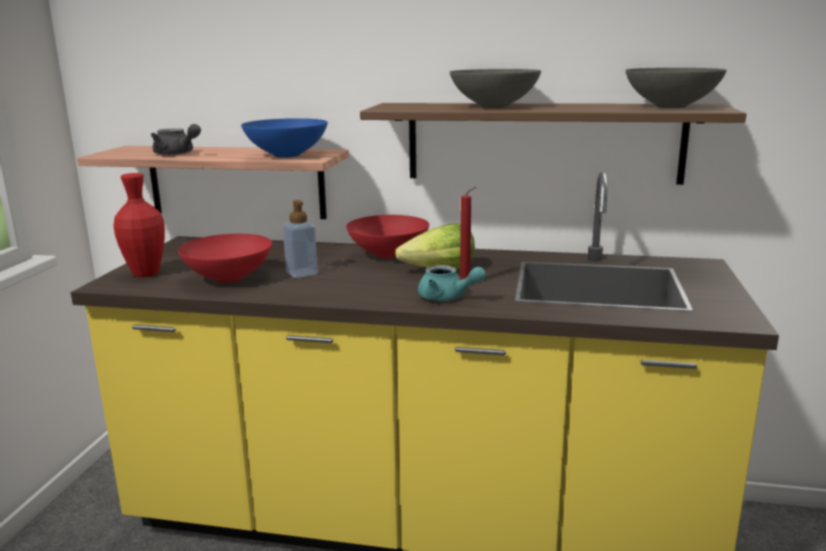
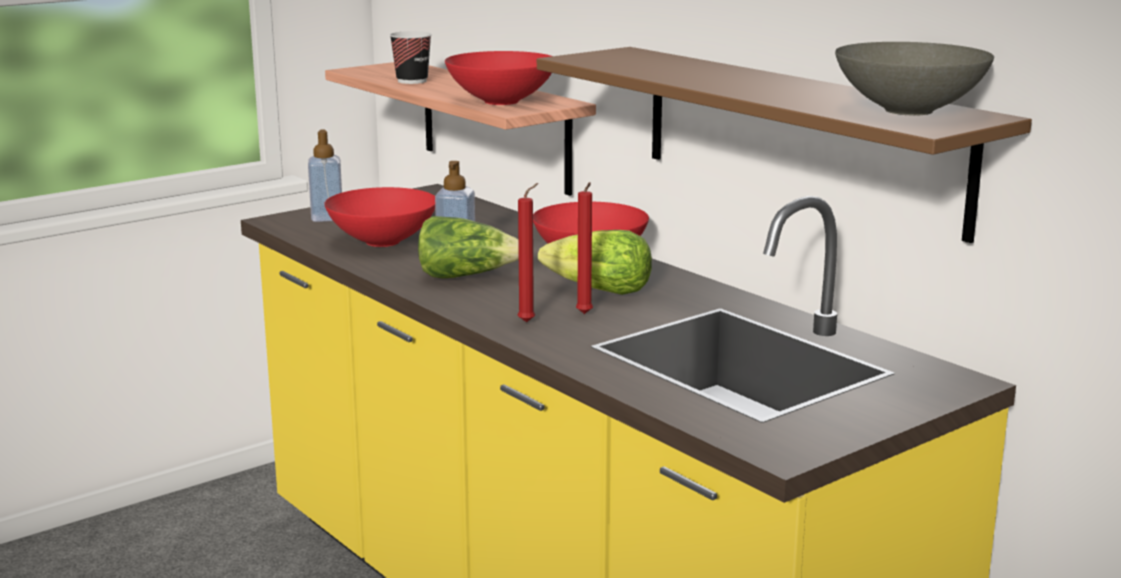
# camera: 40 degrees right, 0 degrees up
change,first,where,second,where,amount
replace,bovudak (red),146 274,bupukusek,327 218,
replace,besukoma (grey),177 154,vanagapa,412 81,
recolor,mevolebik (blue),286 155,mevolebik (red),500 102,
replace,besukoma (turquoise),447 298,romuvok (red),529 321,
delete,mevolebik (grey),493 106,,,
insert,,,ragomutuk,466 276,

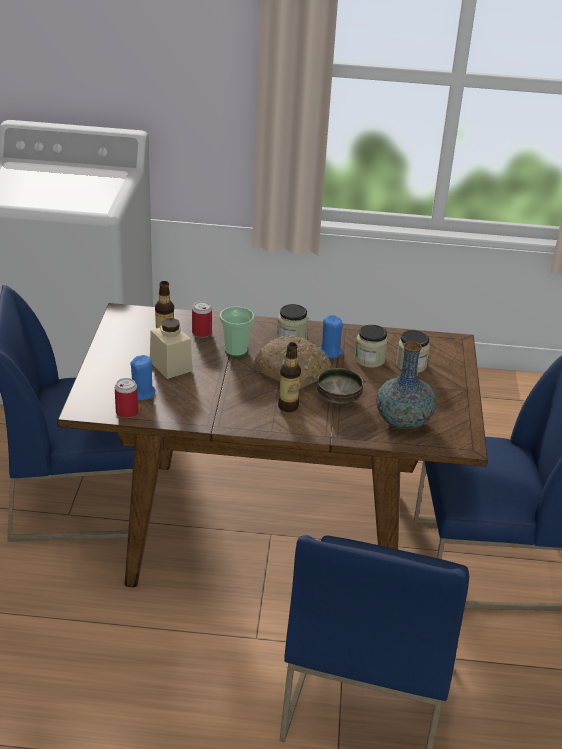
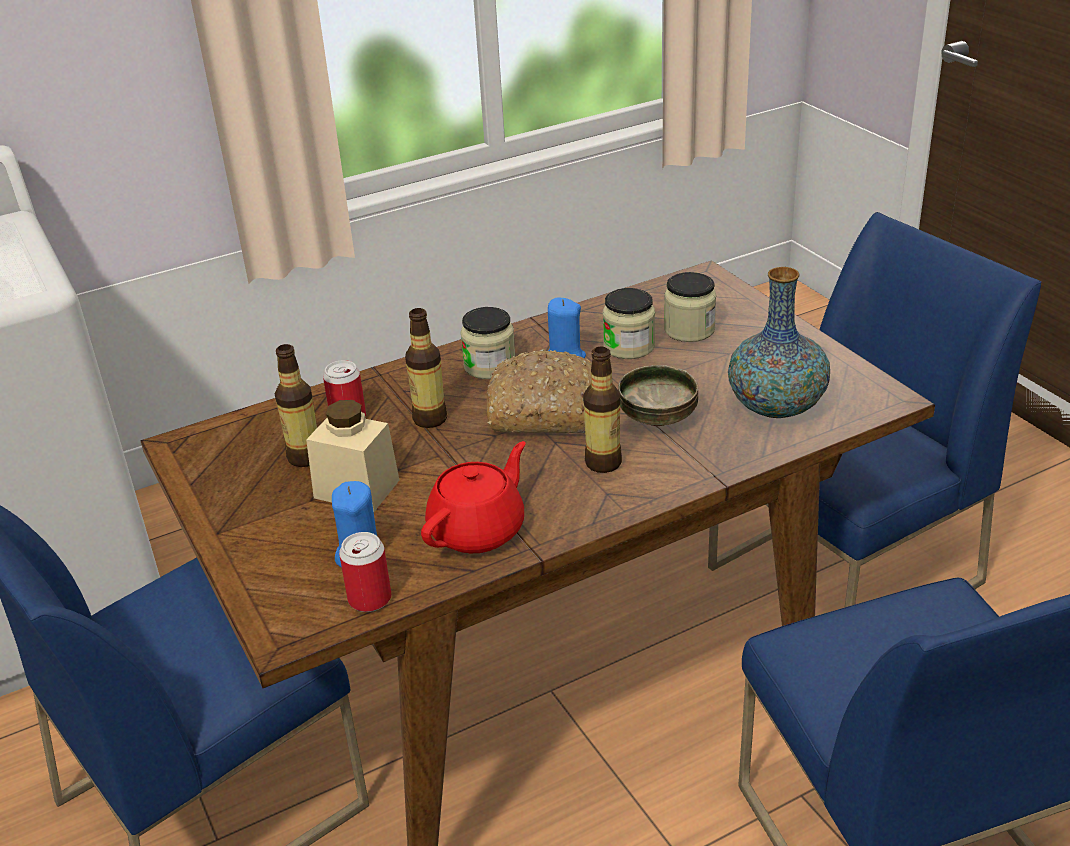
# camera: 30 degrees left, 0 degrees up
change,first,where,second,where,amount
replace,vanagapa,236 350,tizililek,430 419,
insert,,,besukoma (red),479 530,

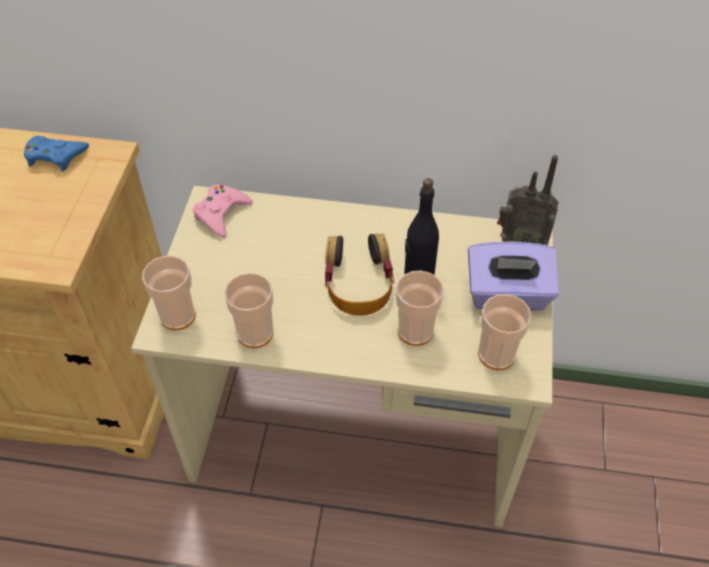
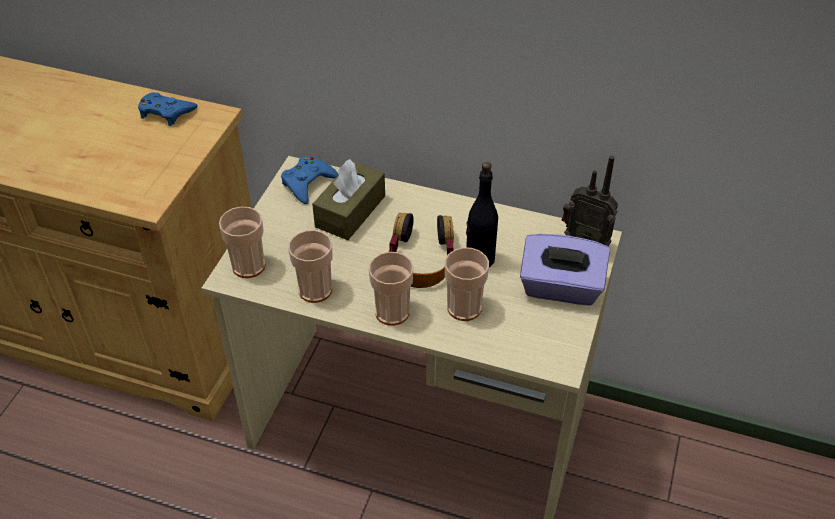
# camera: 10 degrees right, 5 degrees down
change,first,where,second,where,amount
recolor,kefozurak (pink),221 214,kefozurak (blue),308 183,
move,vanagapa,496 354,,392 312,
insert,,,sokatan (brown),350 211,

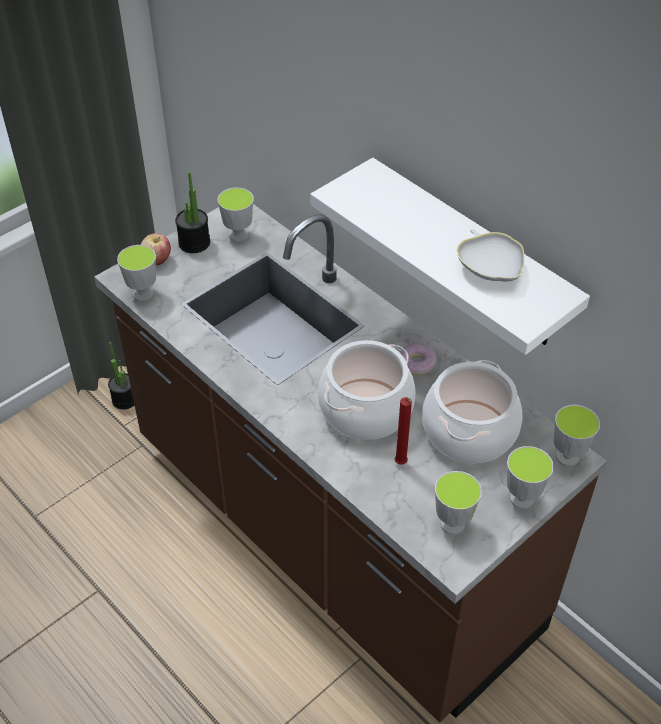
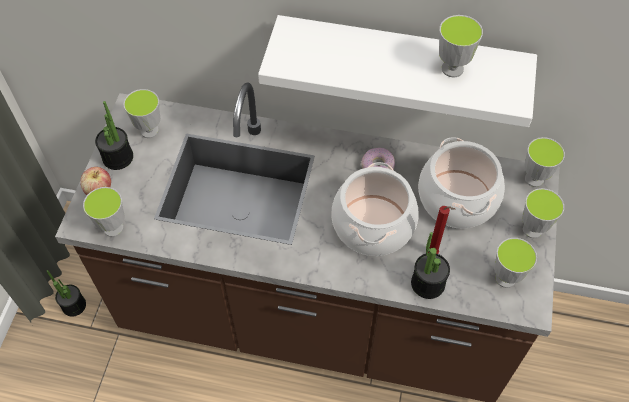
# camera: 35 degrees left, 10 degrees up
change,first,where,second,where,amount
replace,mevolebik (white),490 268,vanagapa,452 69,
insert,,,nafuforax,428 283,

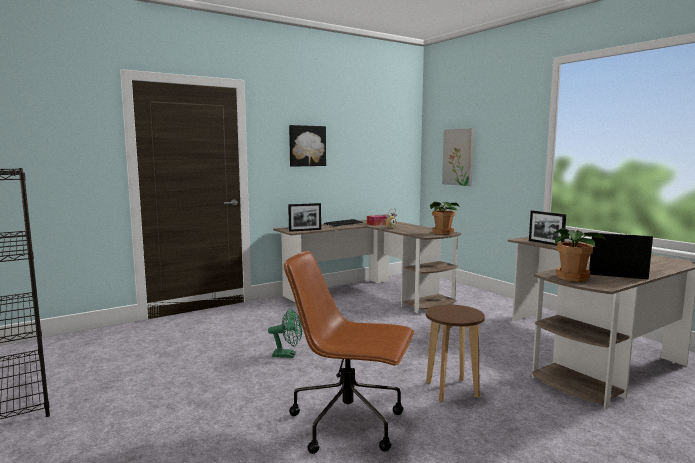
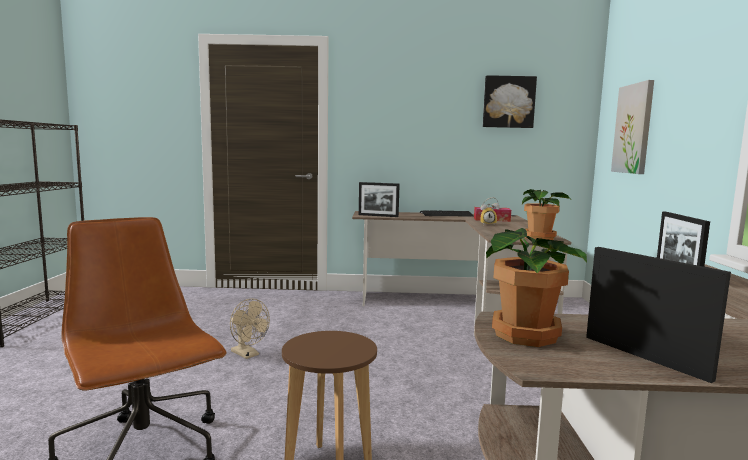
# camera: 35 degrees right, 0 degrees up
change,first,where,second,where,amount
recolor,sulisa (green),288 355,sulisa (beige),248 354,
move,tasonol,307 146,,508 102,

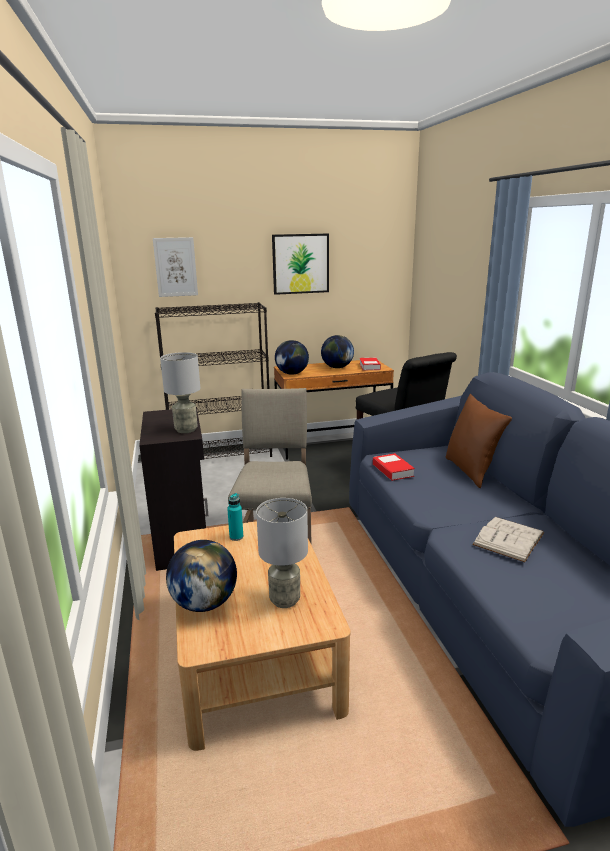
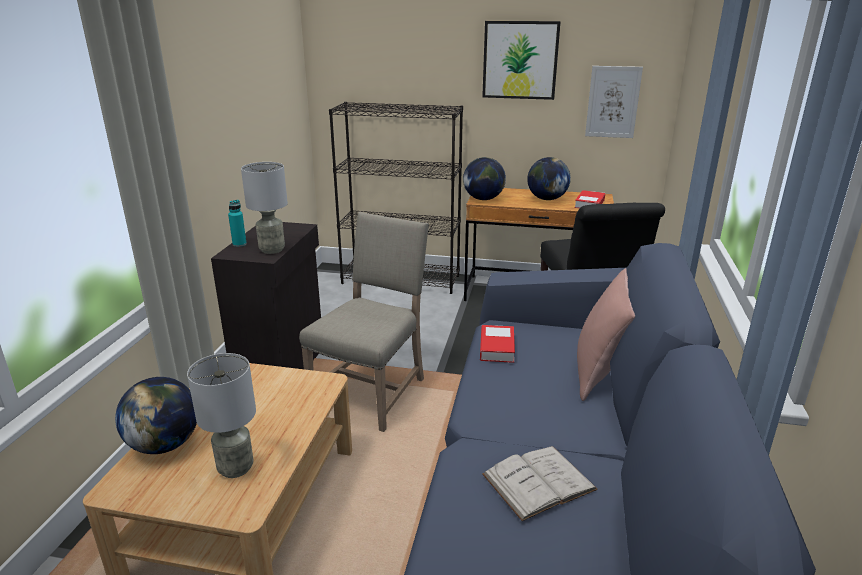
# camera: 25 degrees right, 5 degrees up
change,first,where,second,where,amount
move,tasonol,175 267,,613 102,
move,tizililek (turquoise),236 537,,239 244,
recolor,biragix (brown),471 471,biragix (pink),599 374,

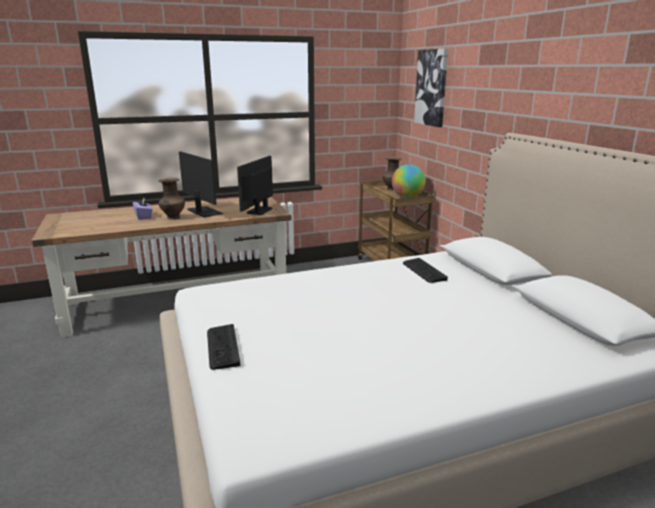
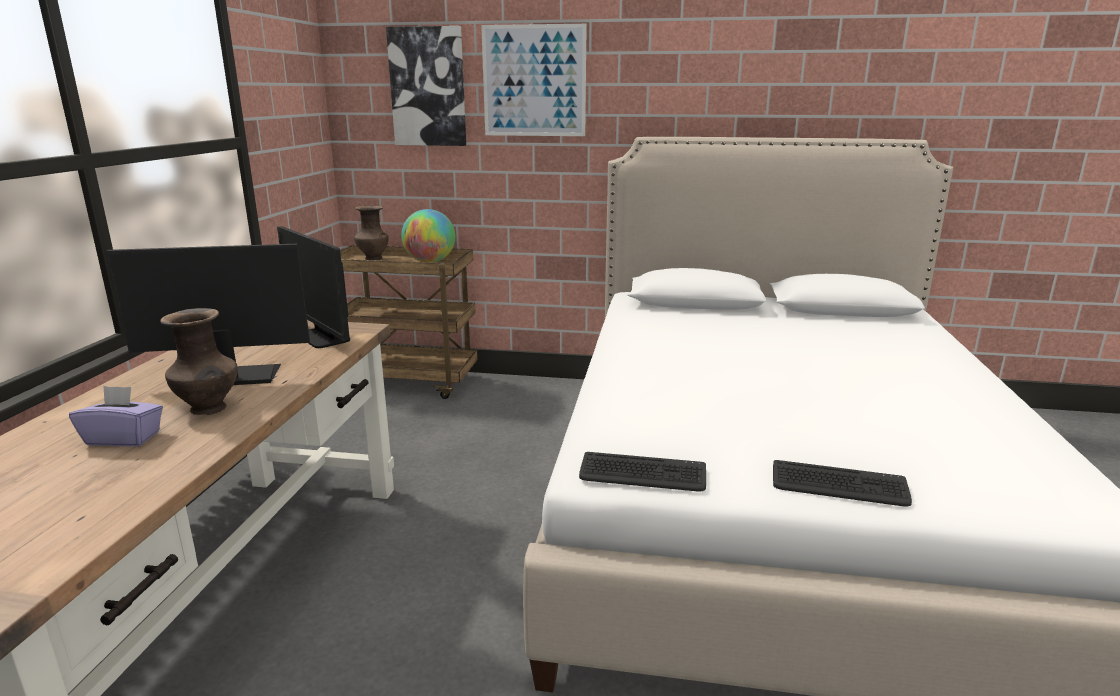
# camera: 60 degrees left, 0 degrees up
change,first,where,second,where,amount
move,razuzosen,423 271,,642 474,
insert,,,tasonol,534 81,

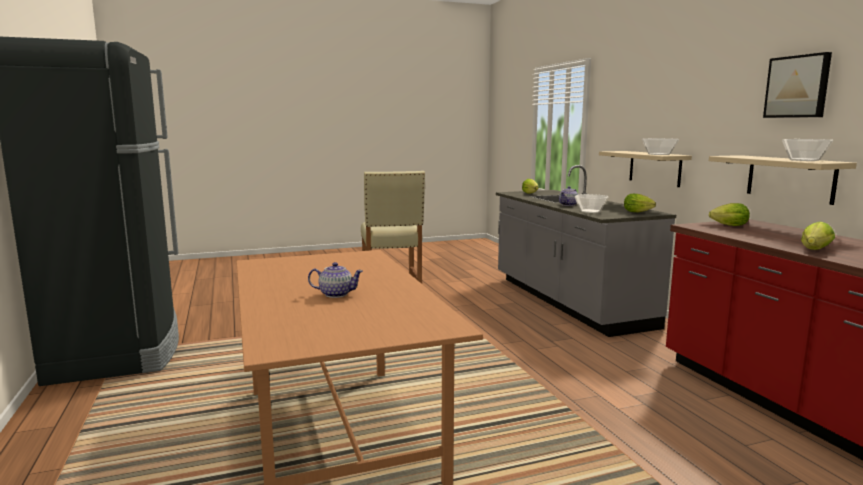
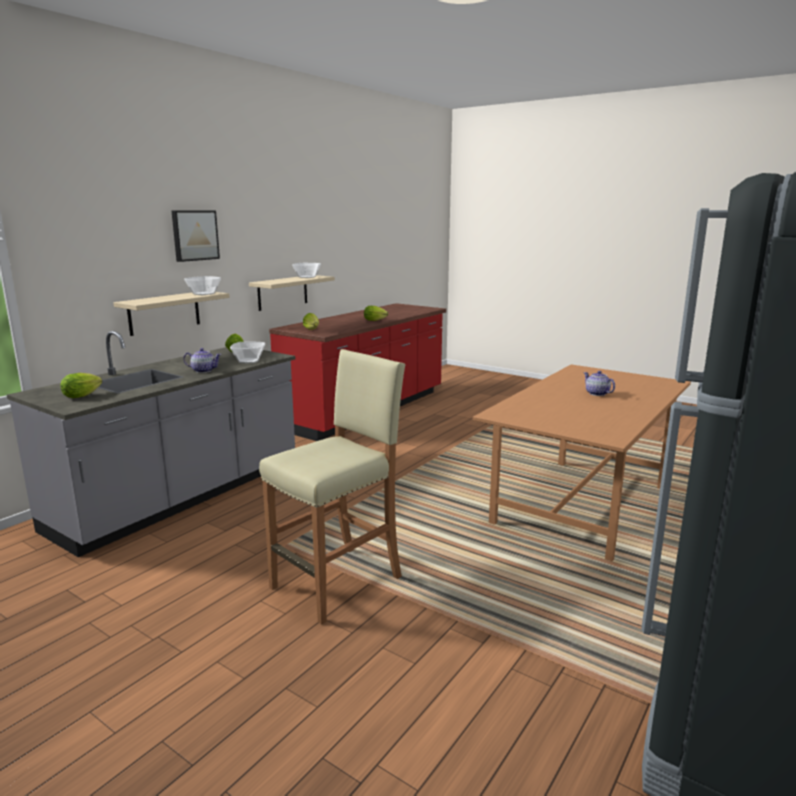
# camera: 125 degrees left, 5 degrees up
change,first,where,second,where,amount
move,tasonol,798 86,,194 235,

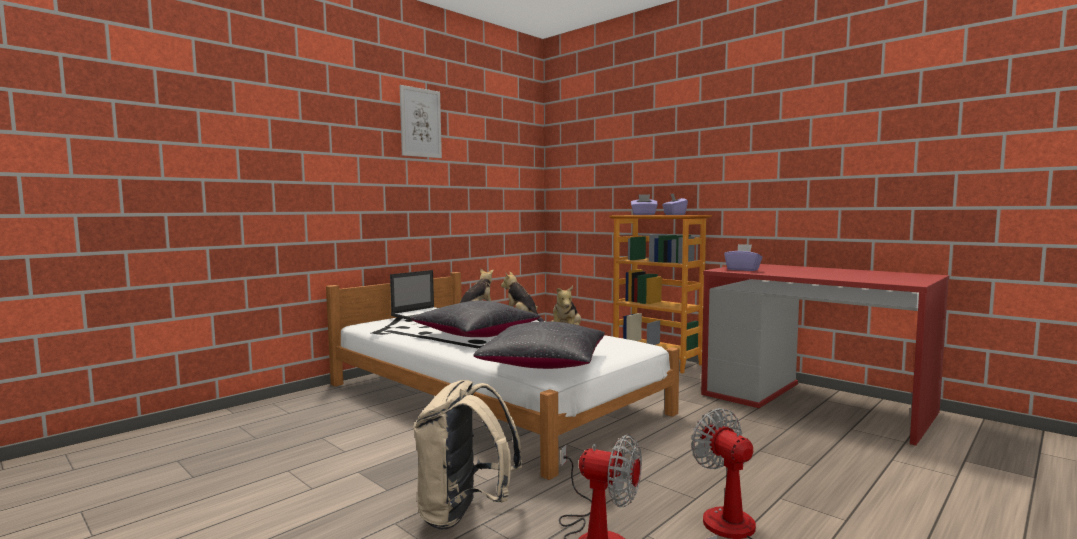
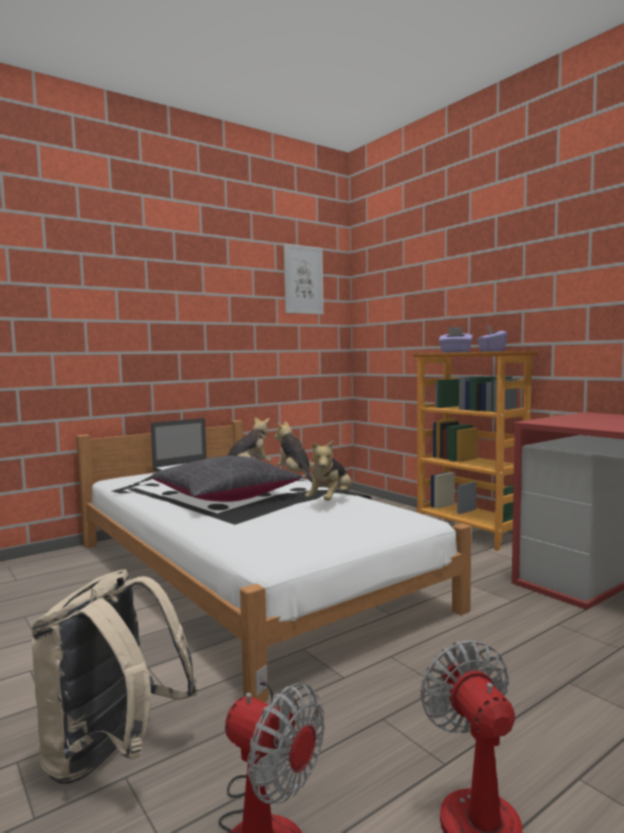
# camera: 10 degrees right, 0 degrees up
change,first,where,second,where,amount
move,tasonol,420 123,,303 280,
delete,biragix (black),544 364,,,
delete,sokatan (purple),743 269,,,

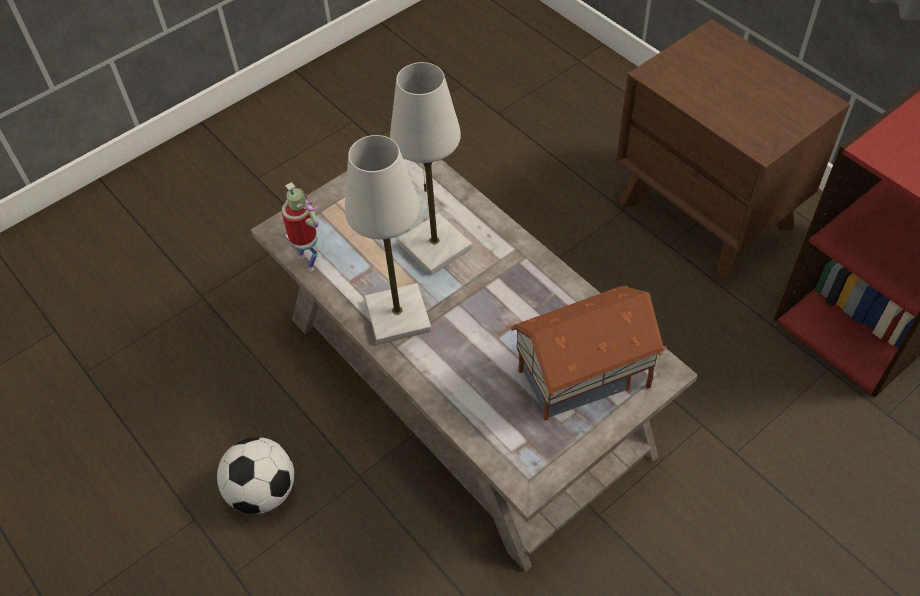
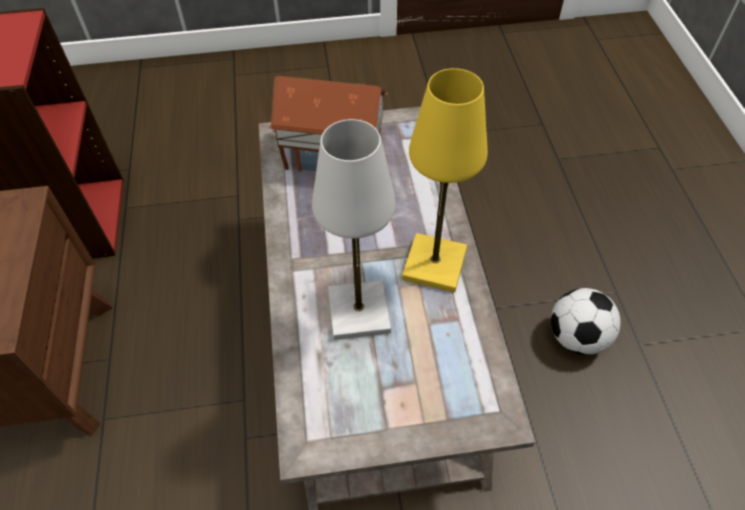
# camera: 150 degrees left, 0 degrees up
change,first,where,second,where,amount
delete,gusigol,310 261,,,
recolor,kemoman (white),397 316,kemoman (yellow),434 265,

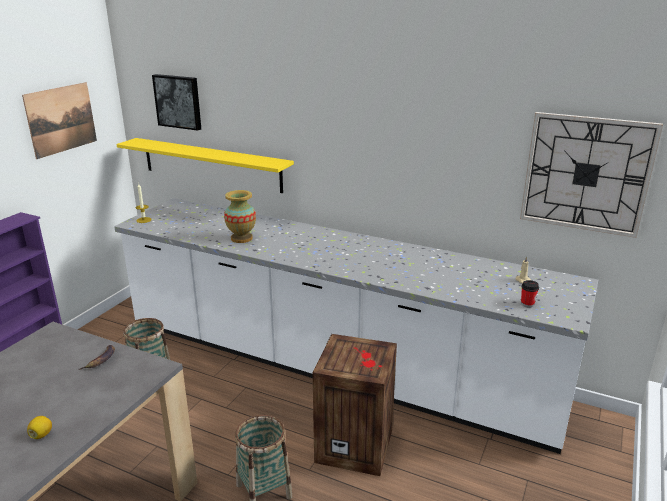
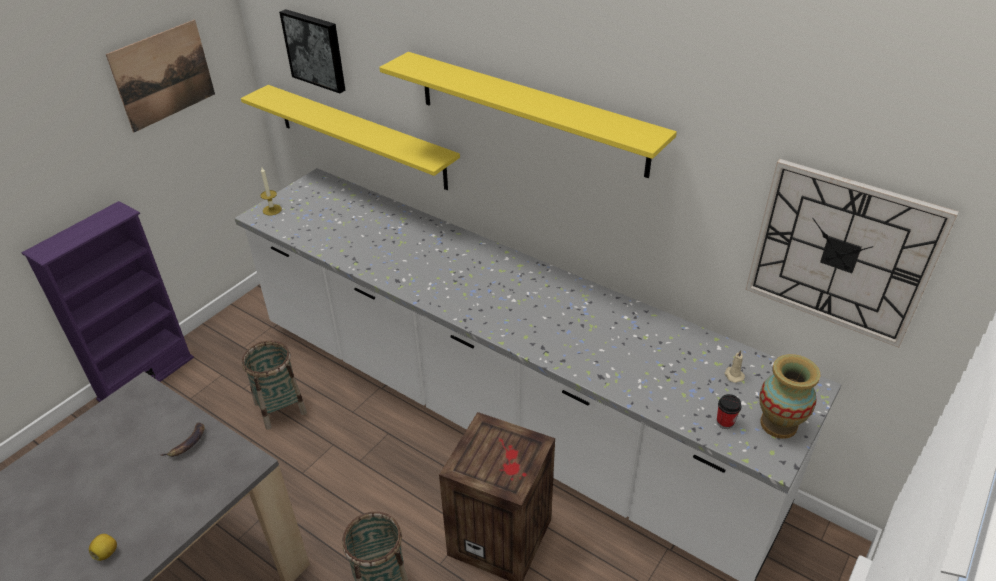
# camera: 10 degrees right, 15 degrees up
change,first,where,second,where,amount
move,bovudak,241 238,,778 424,
insert,,,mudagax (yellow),530 113,

